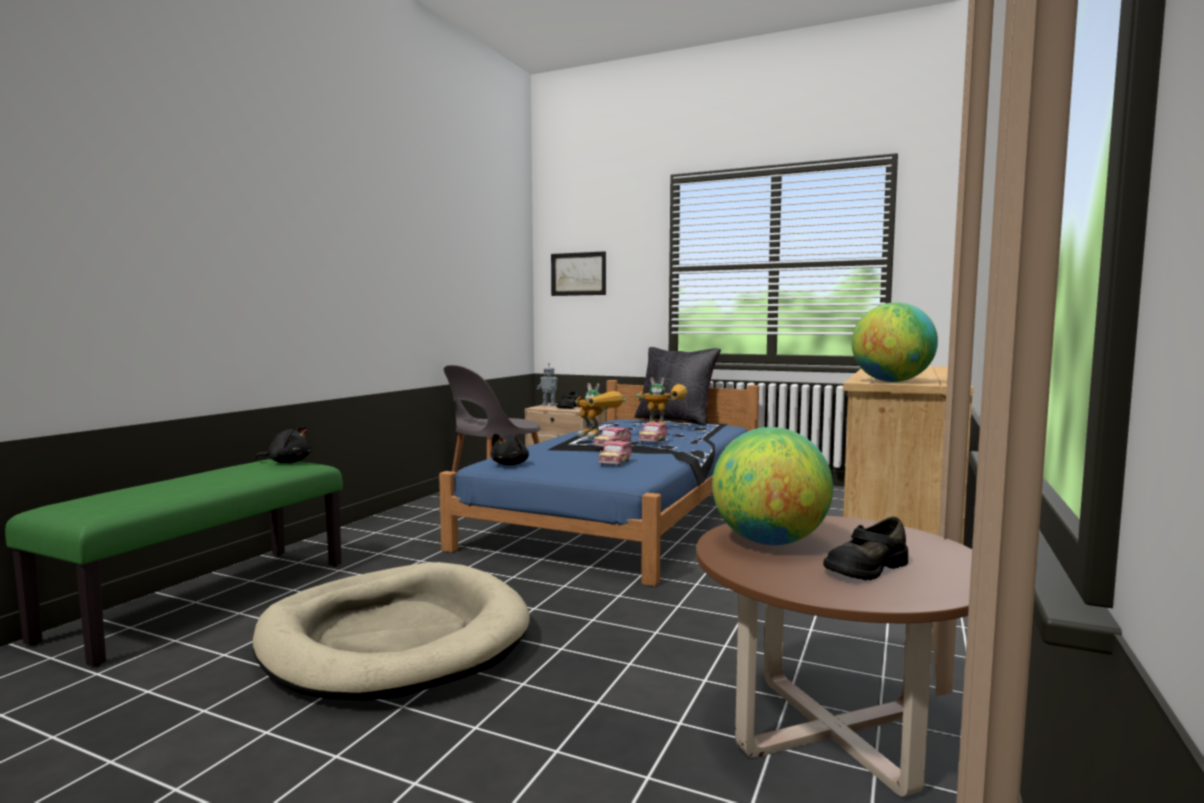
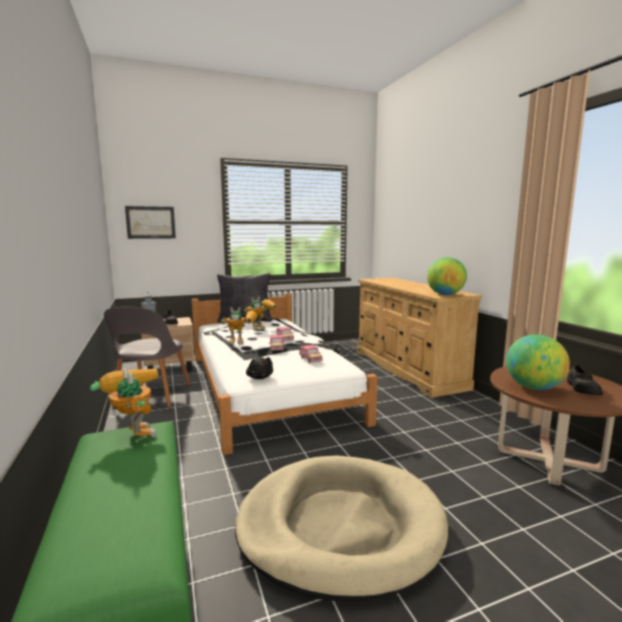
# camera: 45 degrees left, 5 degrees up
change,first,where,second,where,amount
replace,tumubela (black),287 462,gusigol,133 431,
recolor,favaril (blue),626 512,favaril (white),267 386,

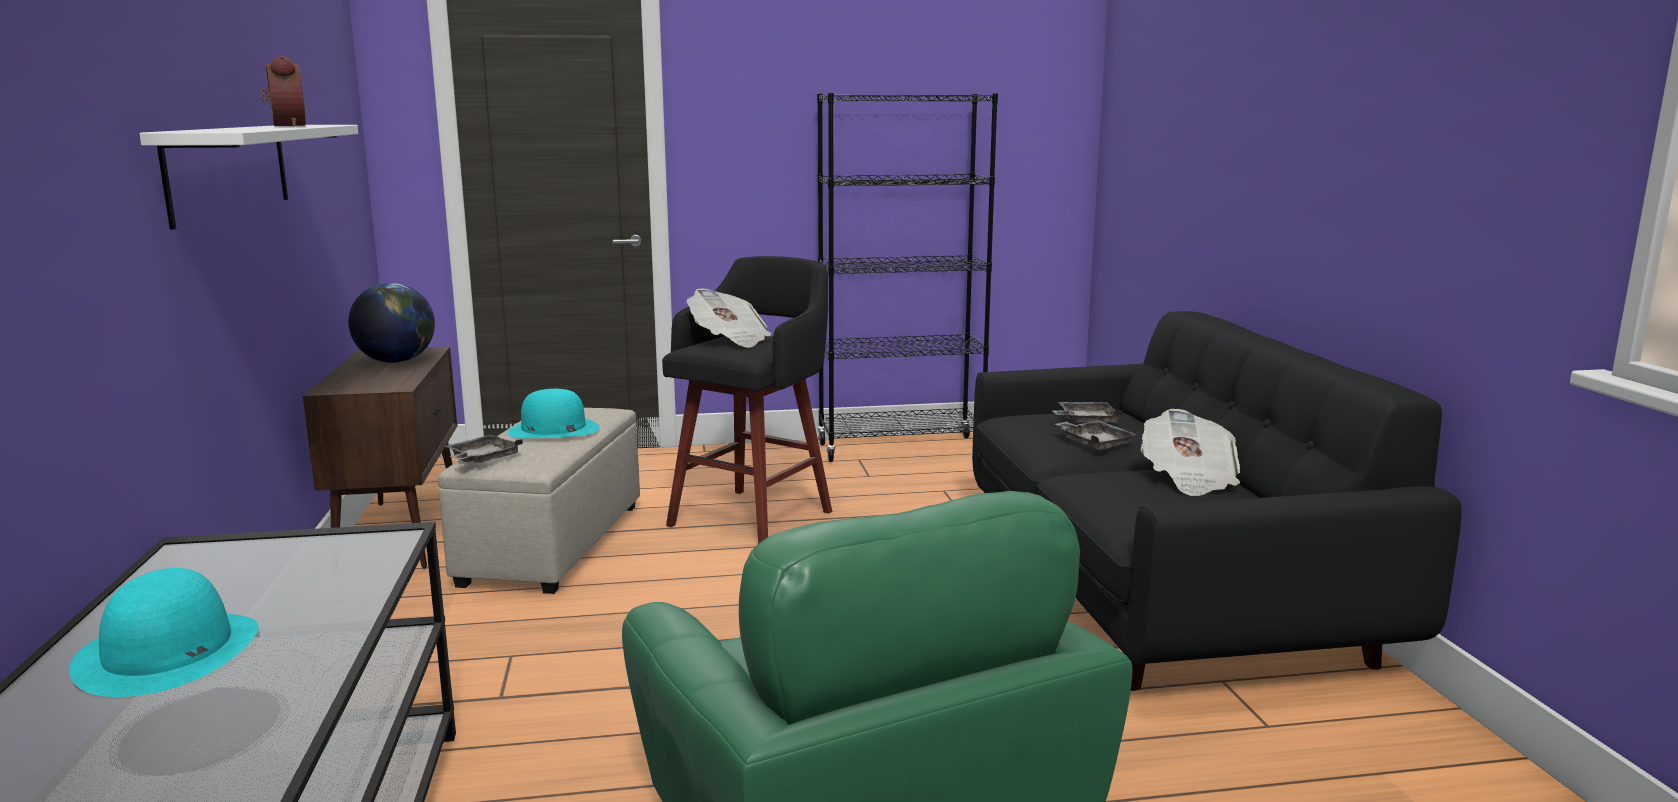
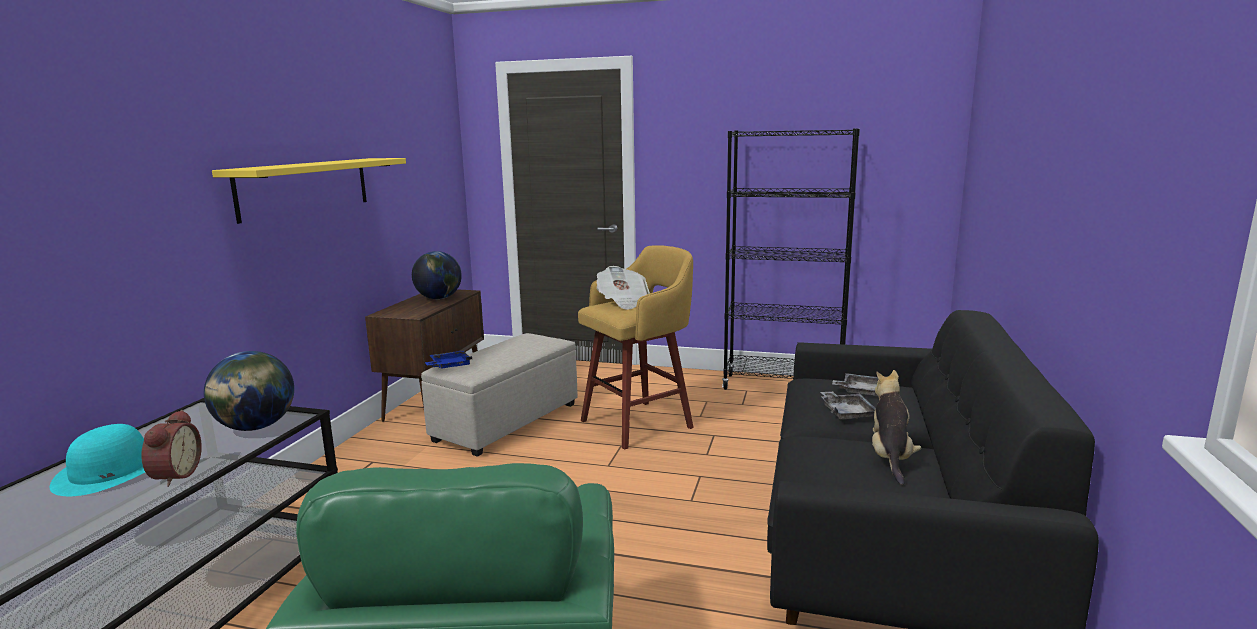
# camera: 25 degrees right, 0 degrees up
change,first,where,second,where,amount
recolor,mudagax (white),229 170,mudagax (yellow),305 187,
move,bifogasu,285 126,,173 476,
recolor,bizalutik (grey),482 459,bizalutik (blue),449 366,
delete,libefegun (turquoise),553 430,,,
recolor,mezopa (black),754 517,mezopa (yellow),639 423,
replace,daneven,1188 479,tumubela,890 457,
insert,,,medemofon,256 427,

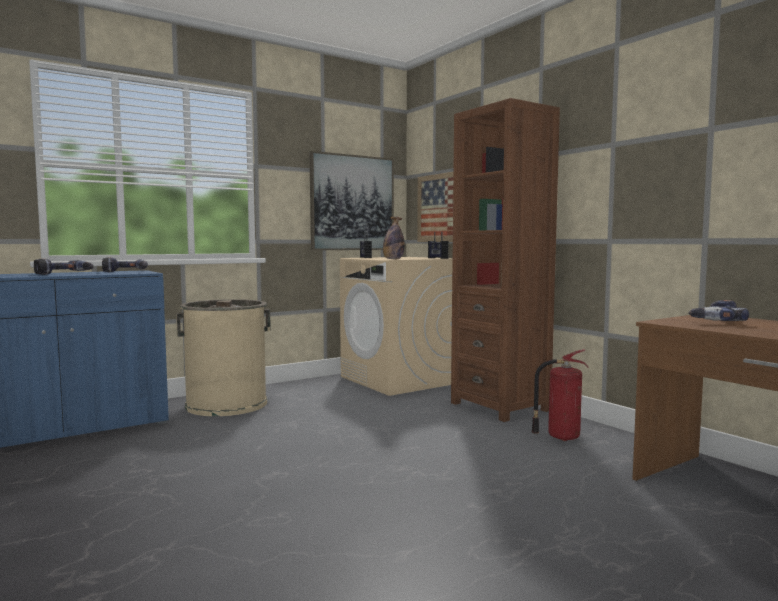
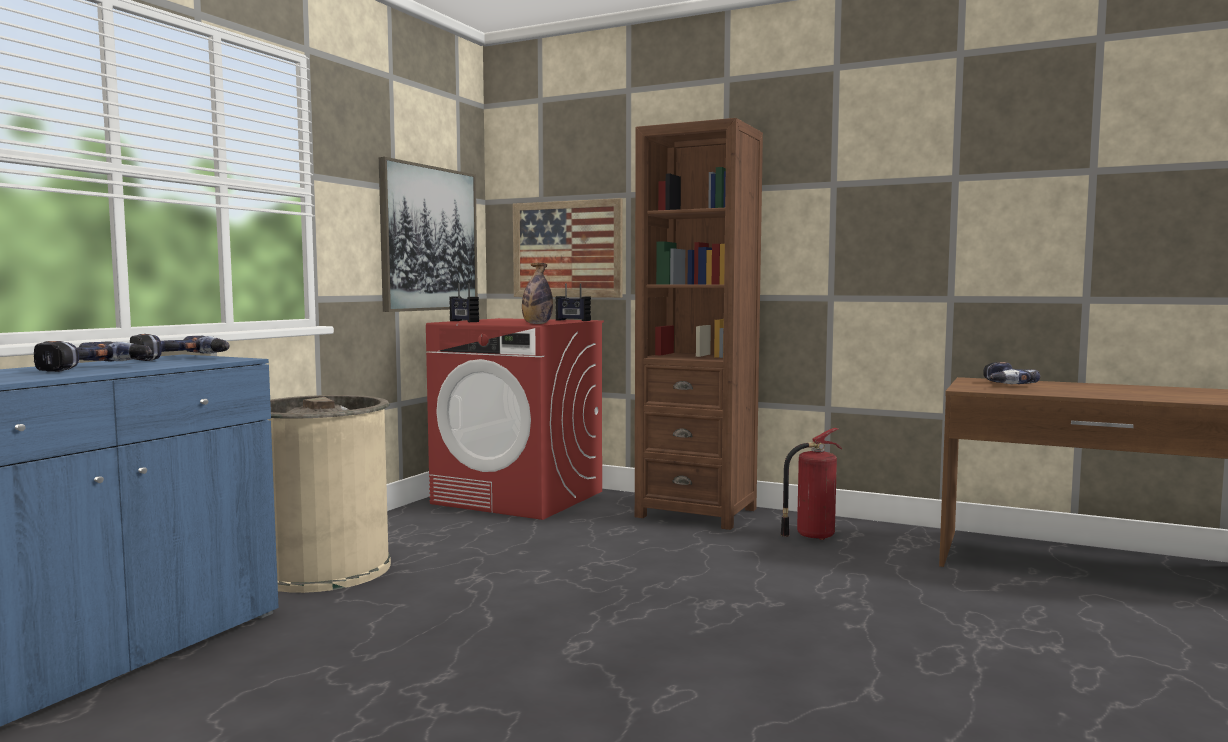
# camera: 30 degrees left, 0 degrees up
change,first,where,second,where,amount
recolor,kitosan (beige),399 380,kitosan (red),519 497,

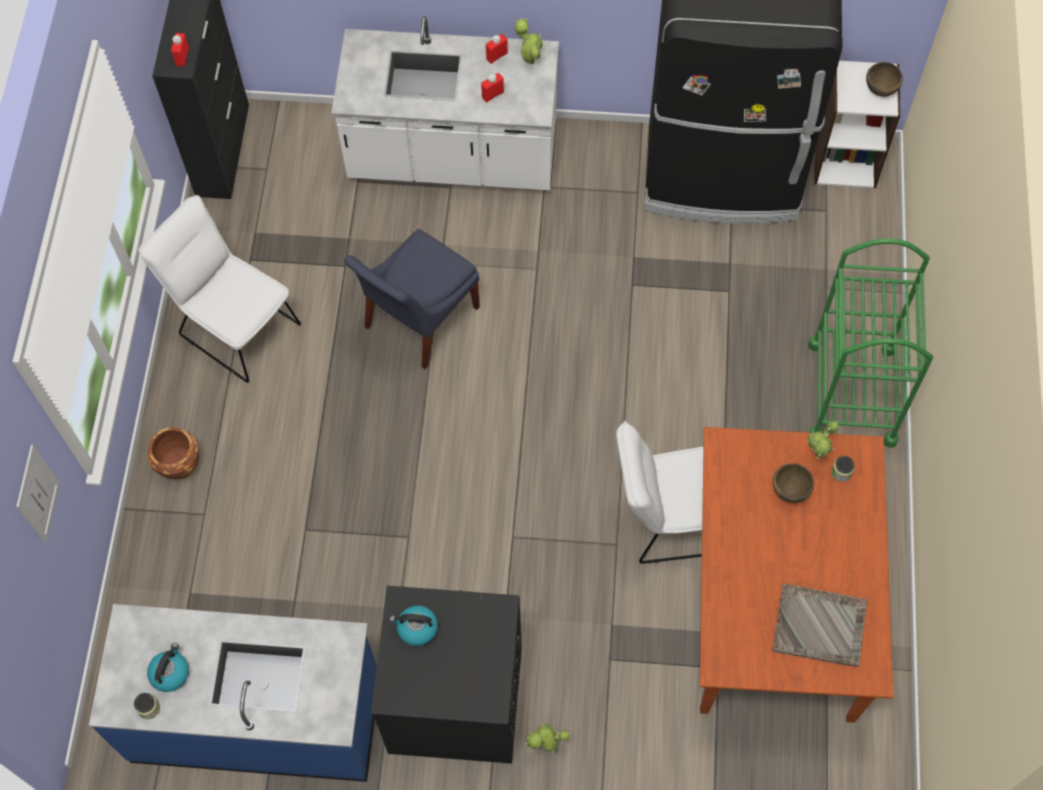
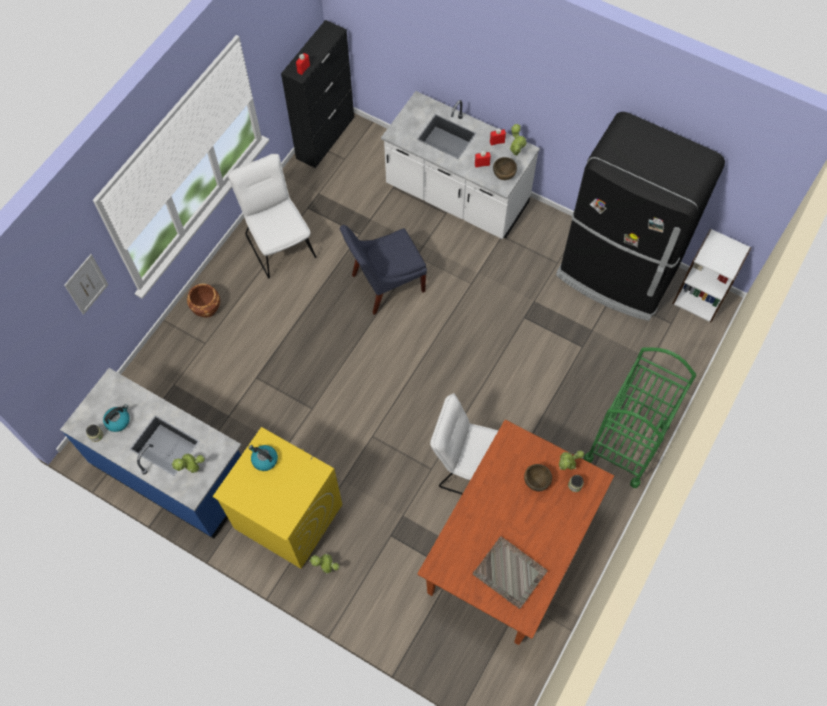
# camera: 25 degrees right, 0 degrees up
change,first,where,second,where,amount
recolor,kitosan (black),454 701,kitosan (yellow),287 516,
move,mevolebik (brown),881 90,,504 176,
insert,,,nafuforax,193 470,

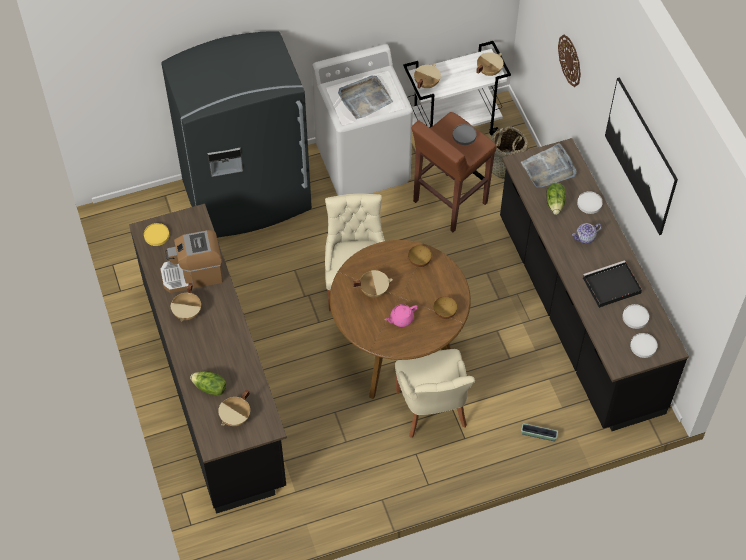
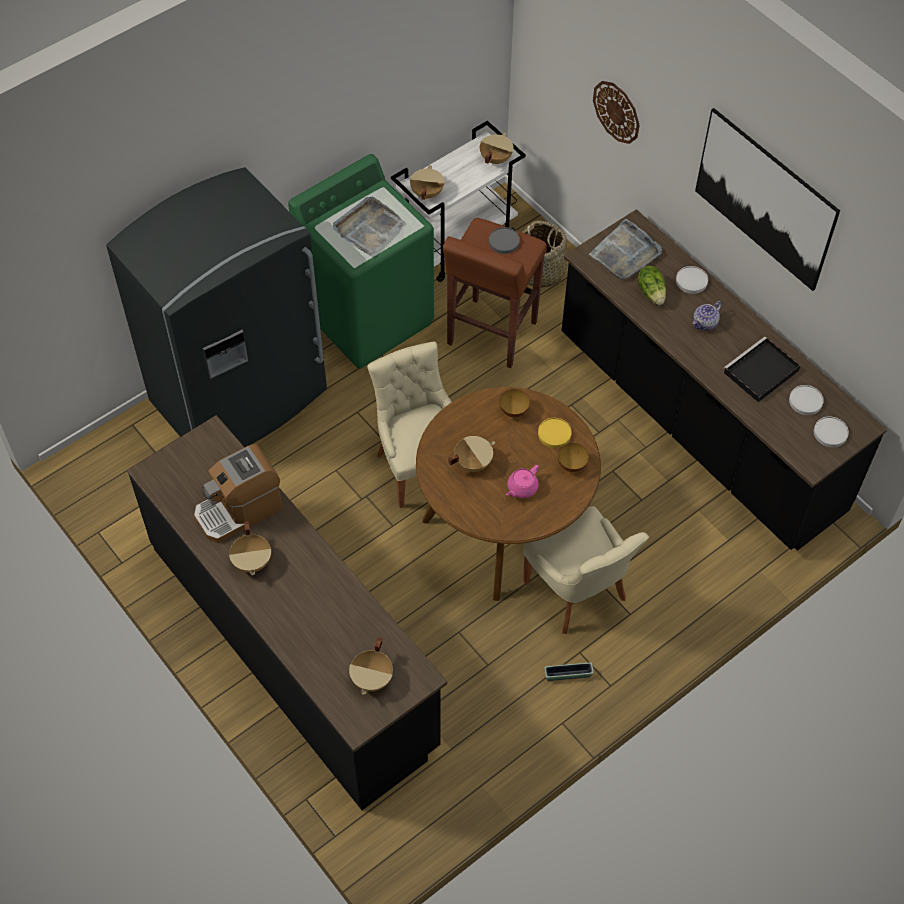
# camera: 20 degrees left, 0 degrees up
change,first,where,second,where,amount
move,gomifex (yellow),157 235,,554 434,
delete,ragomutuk,210 388,,,
recolor,kitosan (white),363 164,kitosan (green),368 316,
move,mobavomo,538 435,,568 675,

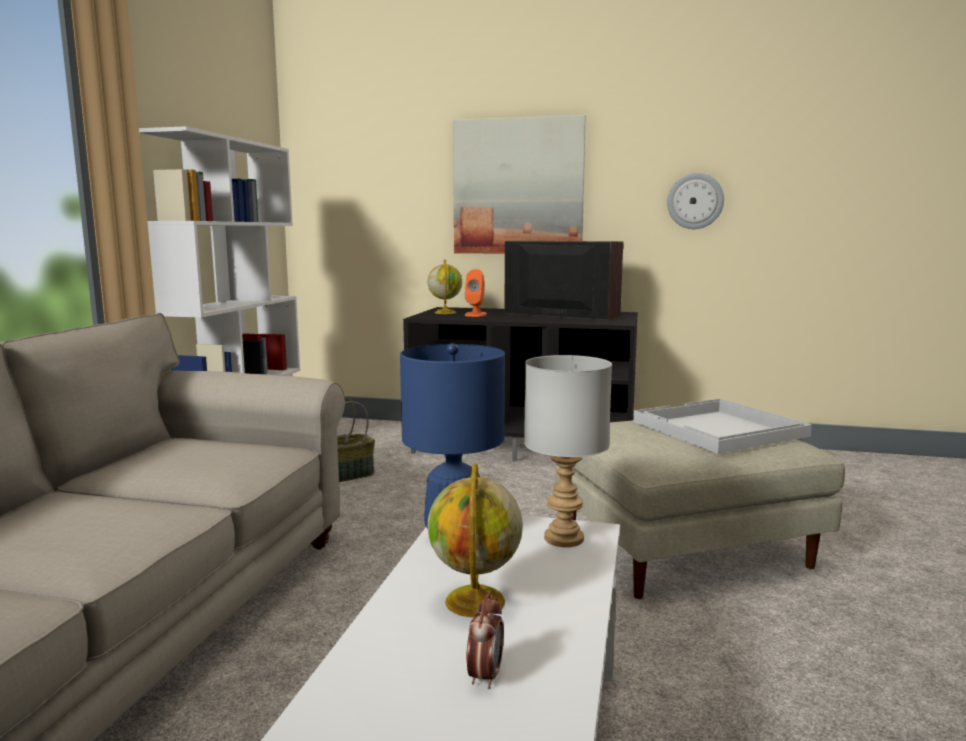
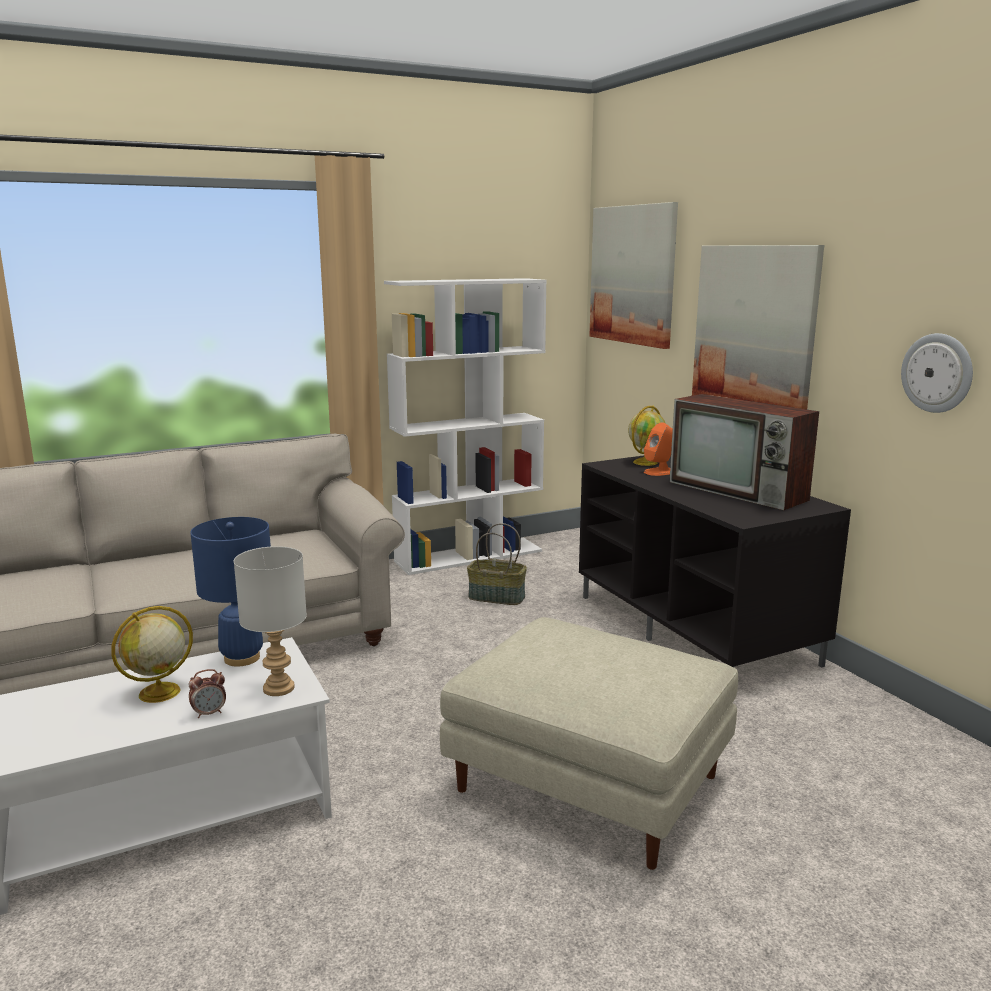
# camera: 50 degrees right, 5 degrees up
change,first,where,second,where,amount
move,bifogasu,485 676,,209 713,
rotate,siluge,559 314,,739 491,150 degrees clockwise
delete,bizalutik (white),718 429,,,
insert,,,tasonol,633 275,

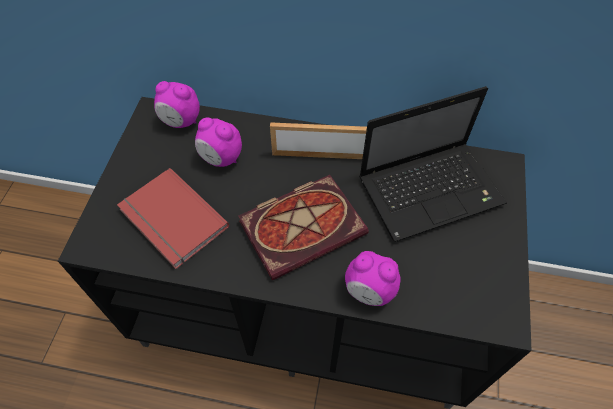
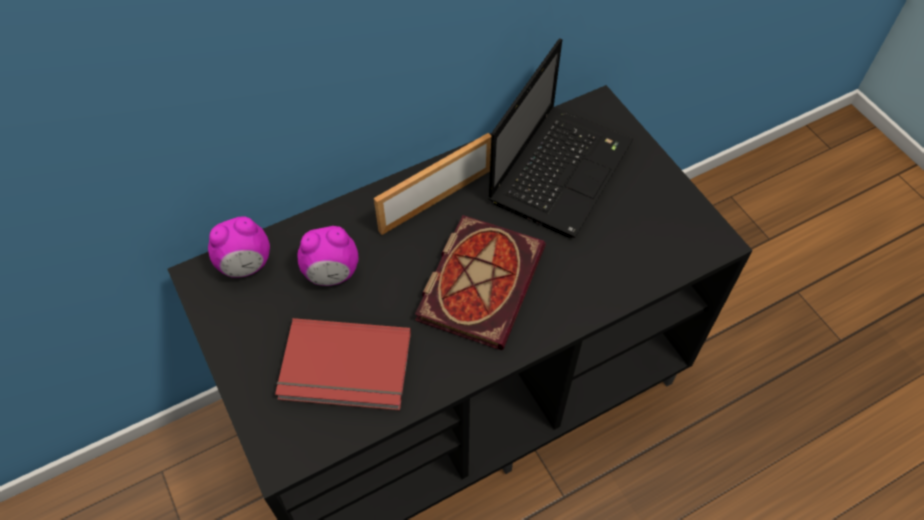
# camera: 40 degrees left, 0 degrees up
change,first,where,second,where,amount
delete,bifogasu,369 291,,,

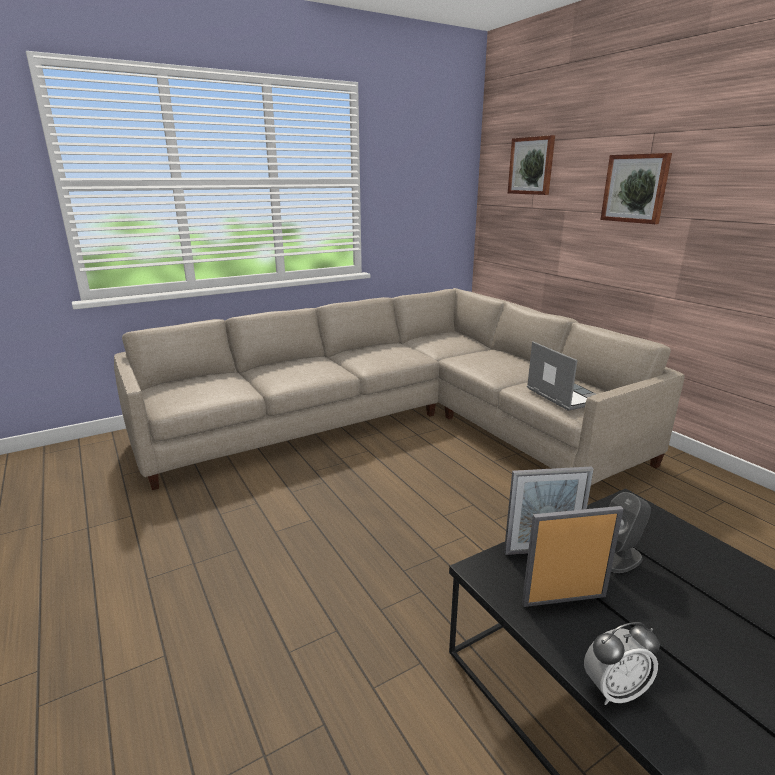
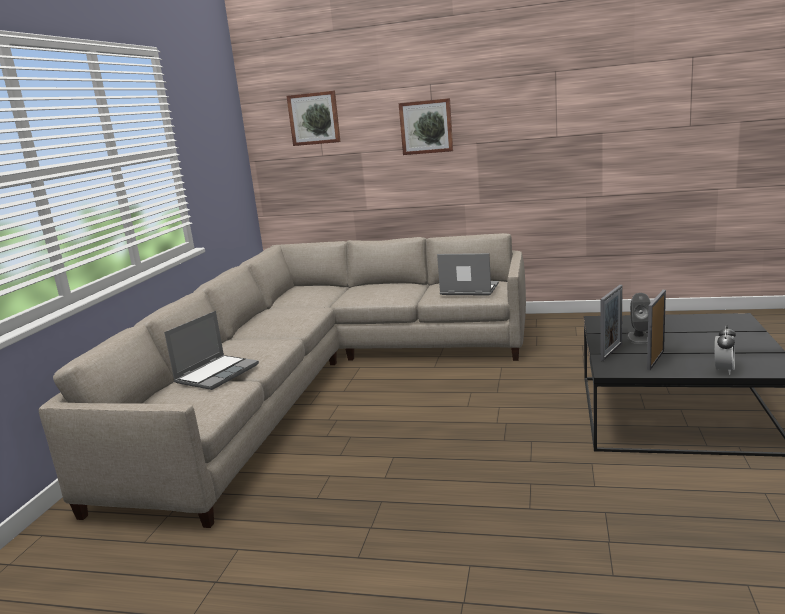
# camera: 45 degrees left, 5 degrees down
change,first,where,second,where,amount
insert,,,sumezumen,217 373,

